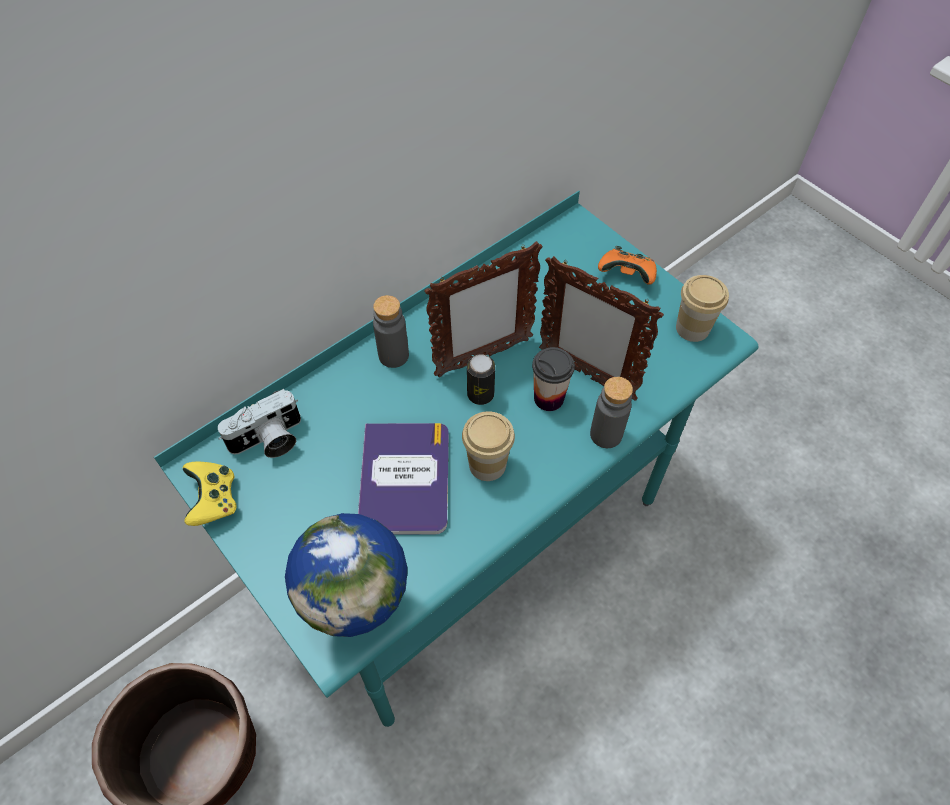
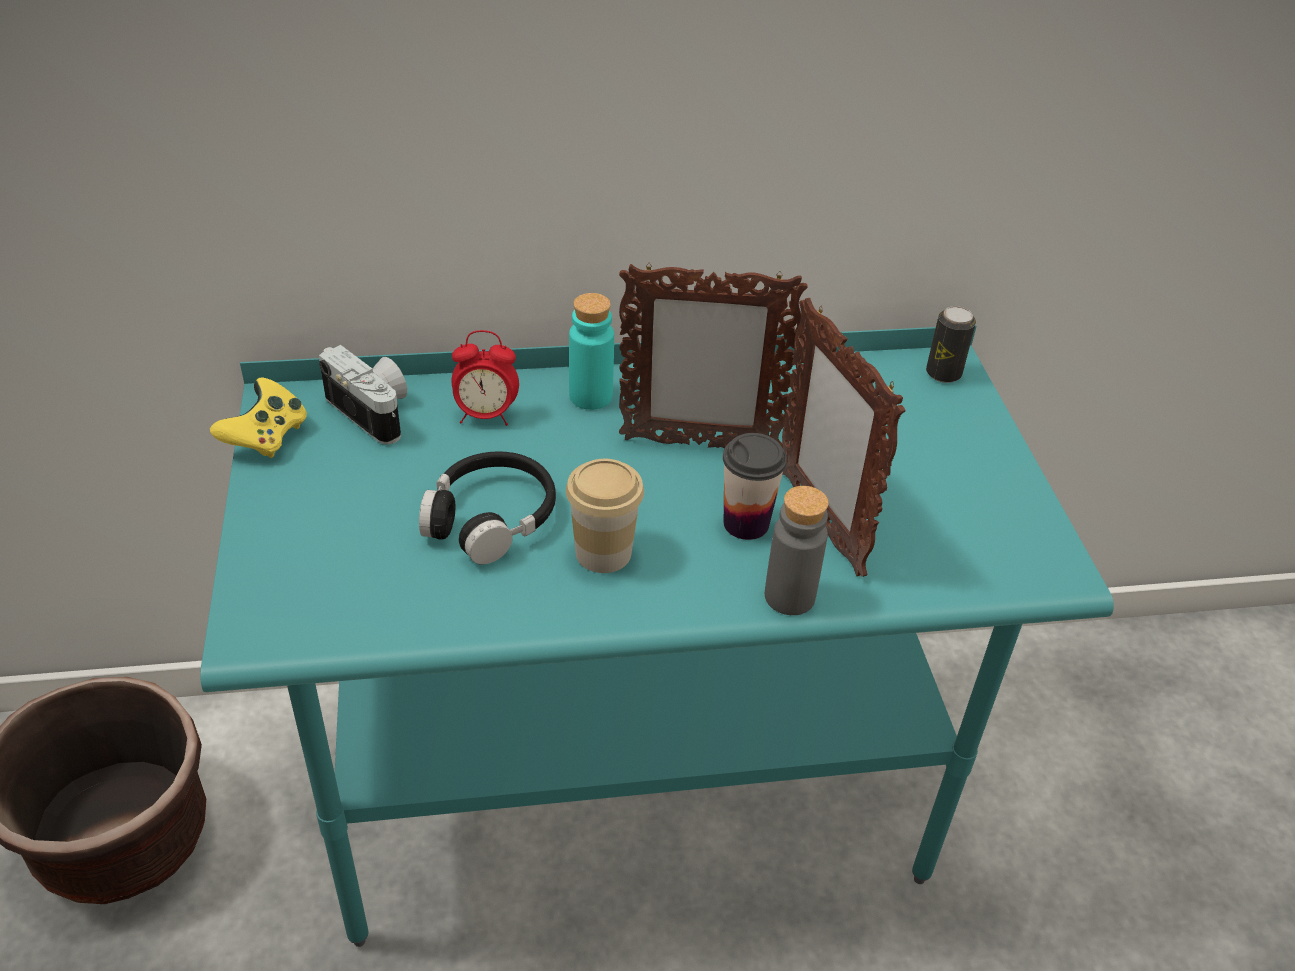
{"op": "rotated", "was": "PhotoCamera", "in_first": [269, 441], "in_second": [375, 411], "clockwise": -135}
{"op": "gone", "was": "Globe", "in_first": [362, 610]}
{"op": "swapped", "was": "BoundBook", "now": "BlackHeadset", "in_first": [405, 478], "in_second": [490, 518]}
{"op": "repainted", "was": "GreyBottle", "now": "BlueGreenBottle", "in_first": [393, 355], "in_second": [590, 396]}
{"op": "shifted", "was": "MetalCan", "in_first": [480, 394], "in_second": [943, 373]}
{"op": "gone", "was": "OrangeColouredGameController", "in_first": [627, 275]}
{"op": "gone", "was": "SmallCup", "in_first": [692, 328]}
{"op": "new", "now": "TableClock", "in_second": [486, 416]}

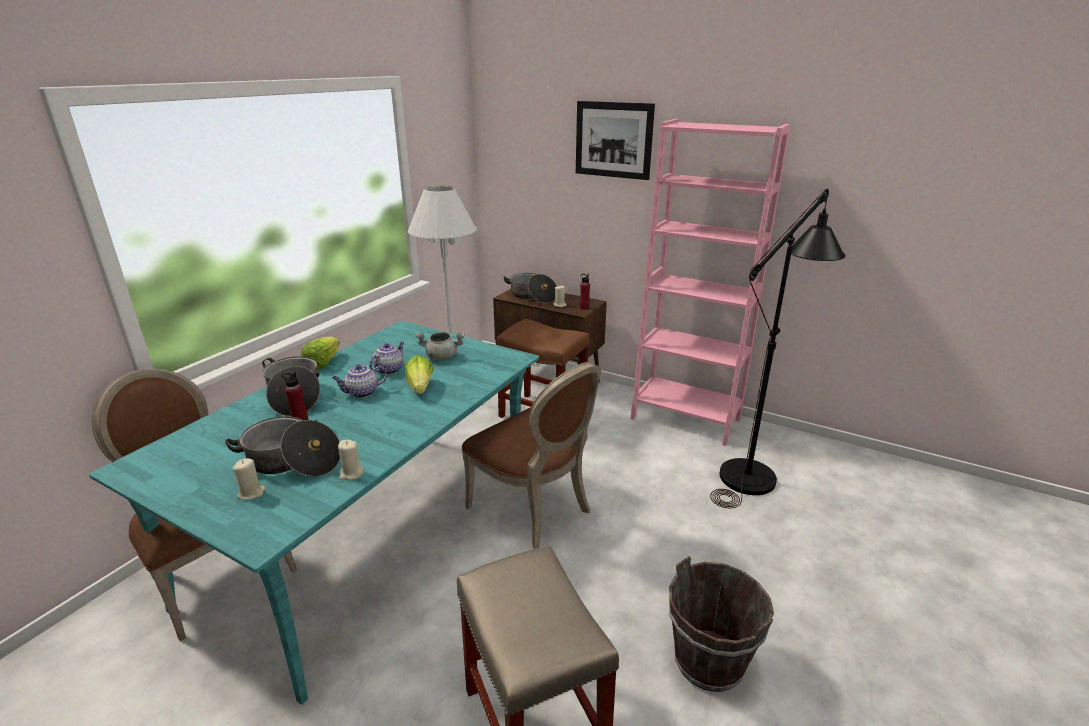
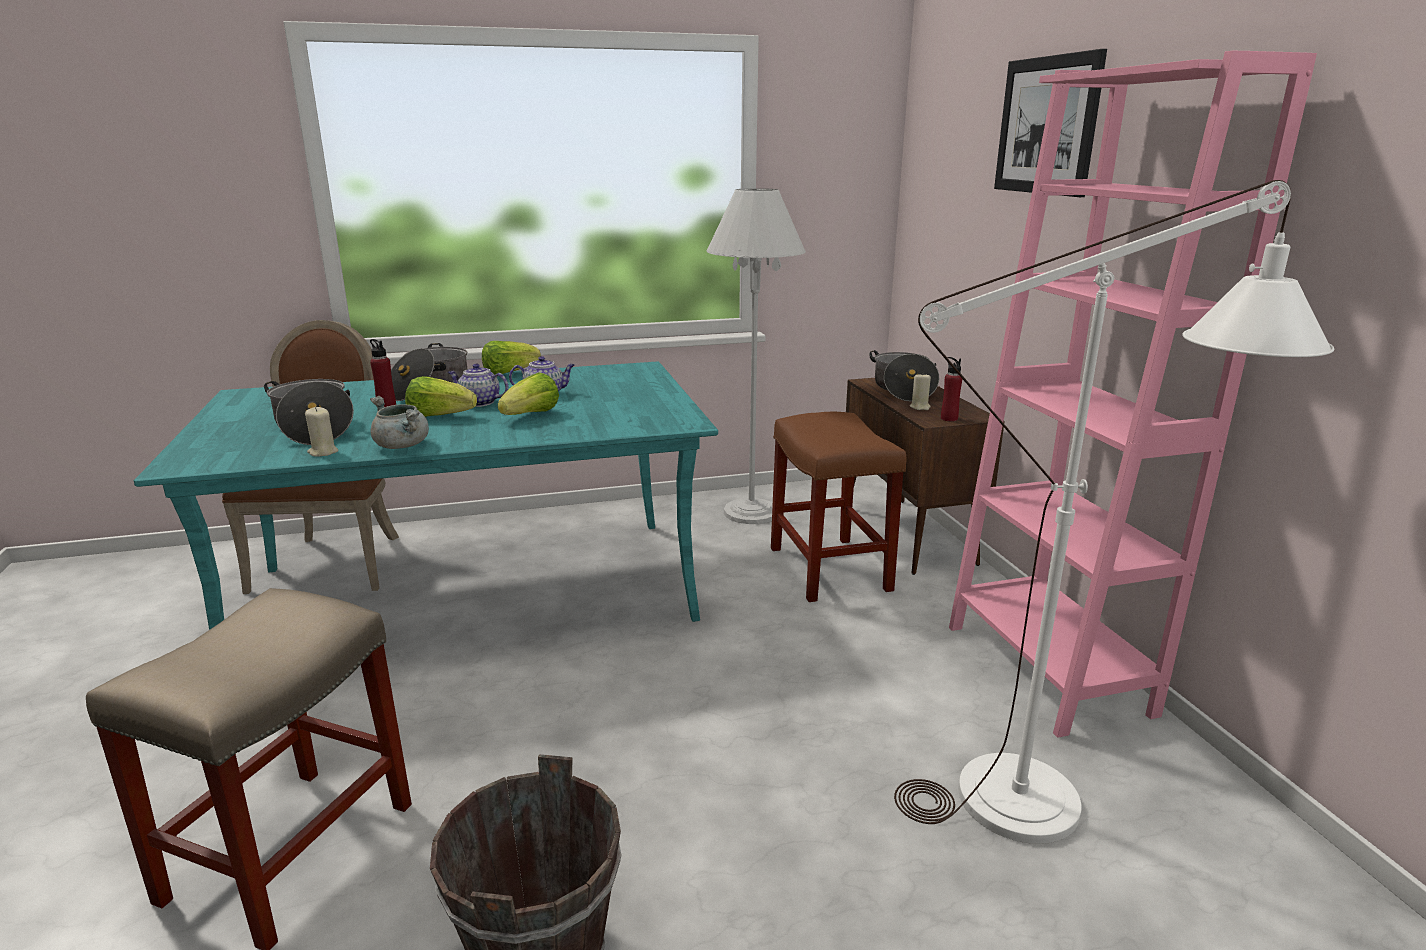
{"op": "gone", "was": "SandColouredWaxLight", "in_first": [251, 493]}
{"op": "shifted", "was": "GreyStockpot", "in_first": [442, 357], "in_second": [402, 446]}
{"op": "gone", "was": "BrownPlainChair", "in_first": [534, 509]}
{"op": "repainted", "was": "BlackFloorLamp", "now": "WhitishFloorLamp", "in_first": [755, 471], "in_second": [1052, 799]}
{"op": "new", "now": "LettuceHead", "in_second": [439, 416]}

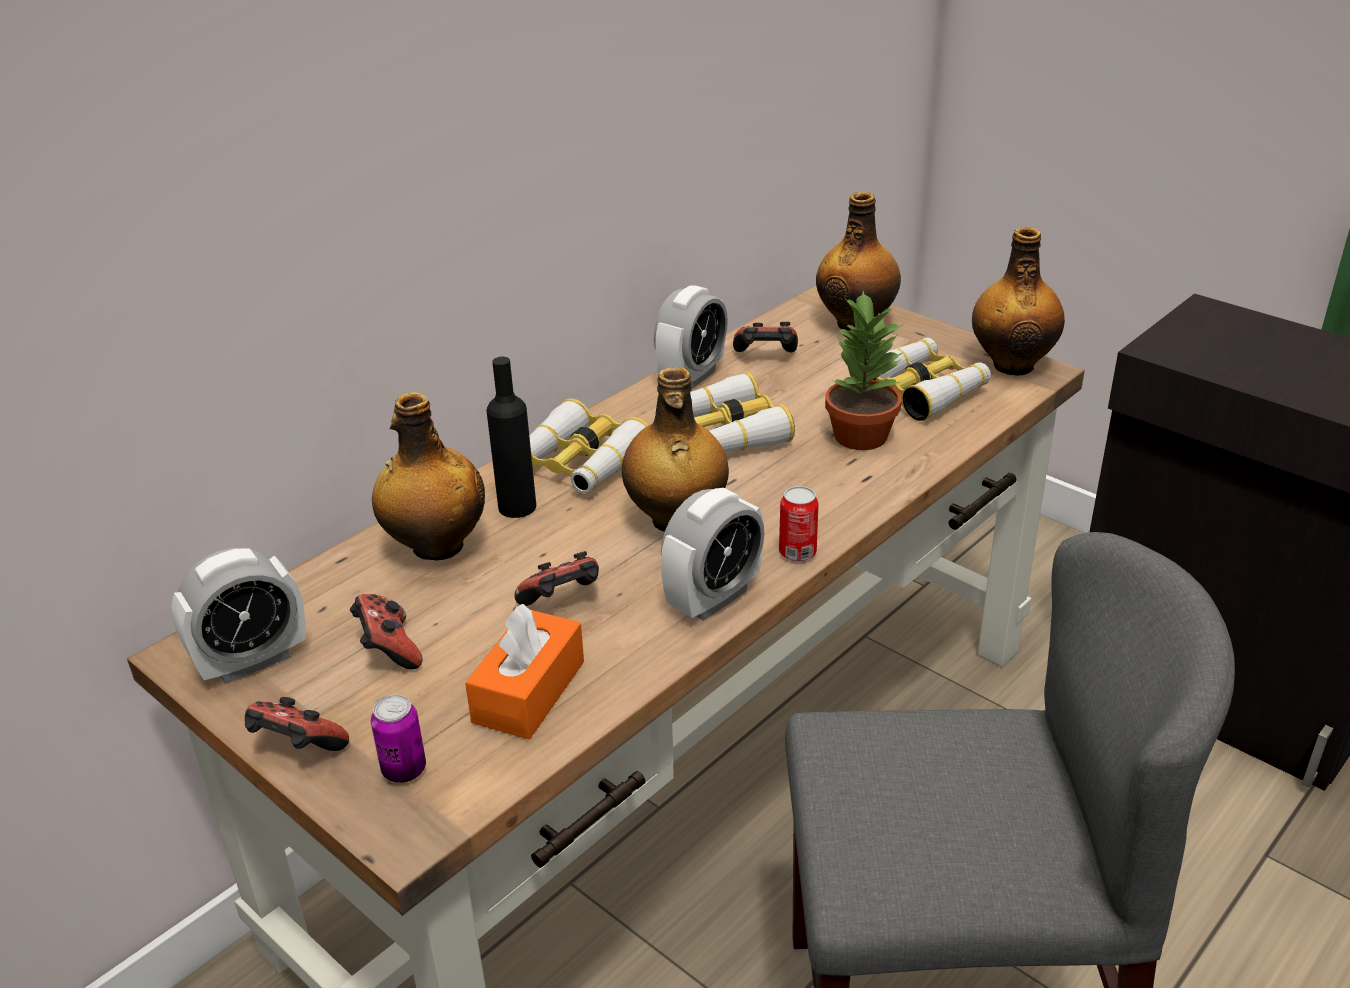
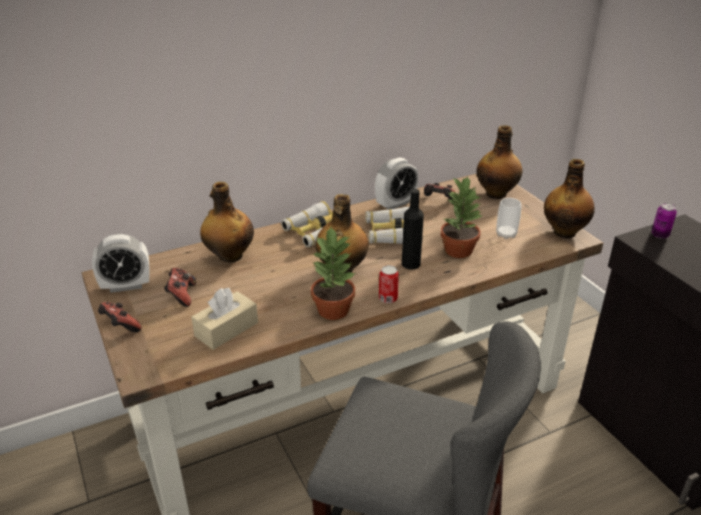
{"op": "shifted", "was": "MetalCan", "in_first": [404, 770], "in_second": [660, 235]}
{"op": "repainted", "was": "OrangeColouredBoxOfTissues", "now": "SandColouredBoxOfTissues", "in_first": [529, 692], "in_second": [226, 329]}
{"op": "shifted", "was": "BlackBottle", "in_first": [517, 507], "in_second": [411, 264]}
{"op": "gone", "was": "GameController", "in_first": [563, 602]}
{"op": "swapped", "was": "TableClock", "now": "PlantInAPot", "in_first": [713, 598], "in_second": [334, 310]}
{"op": "swapped", "was": "PairOfBinoculars", "now": "SmallCup", "in_first": [921, 390], "in_second": [506, 234]}

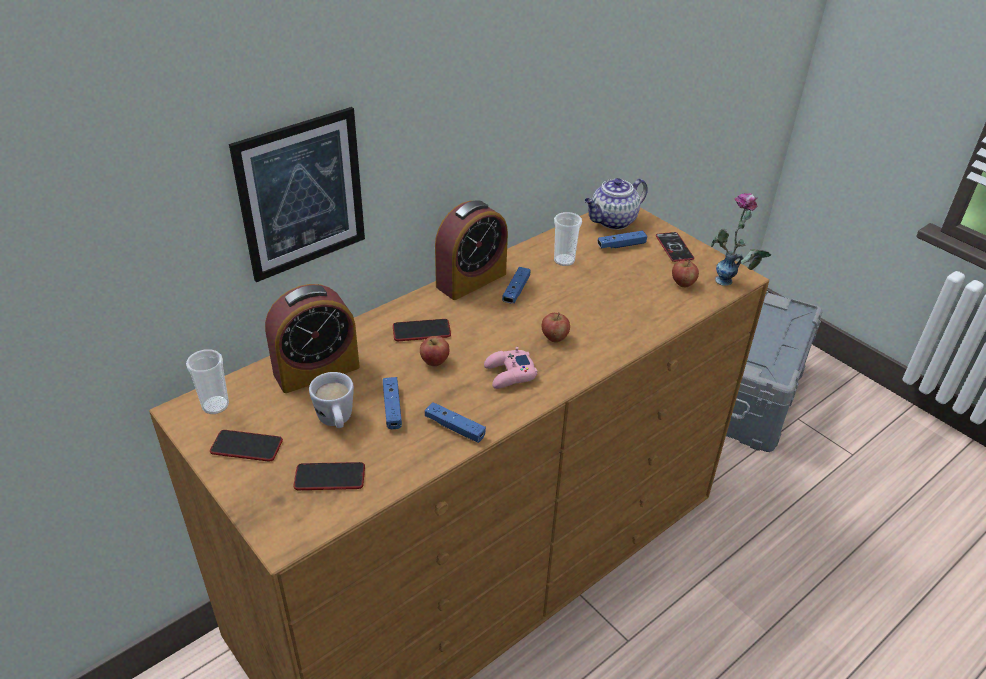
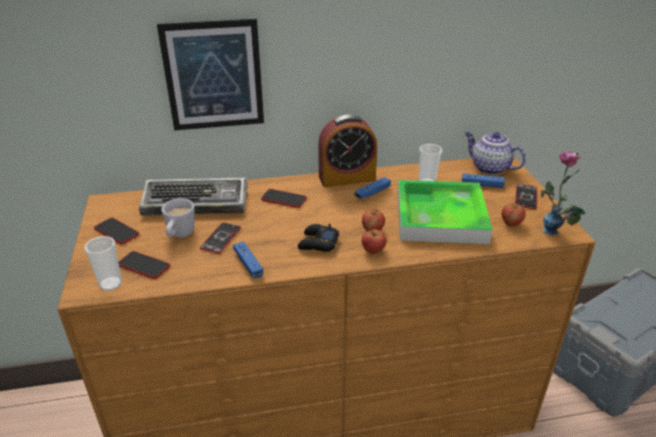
{"op": "shifted", "was": "SmallCup", "in_first": [215, 405], "in_second": [110, 284]}
{"op": "swapped", "was": "TableClock", "now": "PcKeyboard", "in_first": [316, 370], "in_second": [197, 202]}
{"op": "swapped", "was": "BlueColouredGameController", "now": "Handset", "in_first": [392, 407], "in_second": [221, 238]}
{"op": "shifted", "was": "AppleFruit", "in_first": [435, 362], "in_second": [373, 251]}
{"op": "repainted", "was": "PinkishGameController", "now": "BlackGameController", "in_first": [509, 374], "in_second": [318, 243]}
{"op": "rotated", "was": "PotForTea", "in_first": [612, 221], "in_second": [489, 168], "clockwise": 45}
{"op": "new", "now": "CarryingTray", "in_second": [440, 217]}

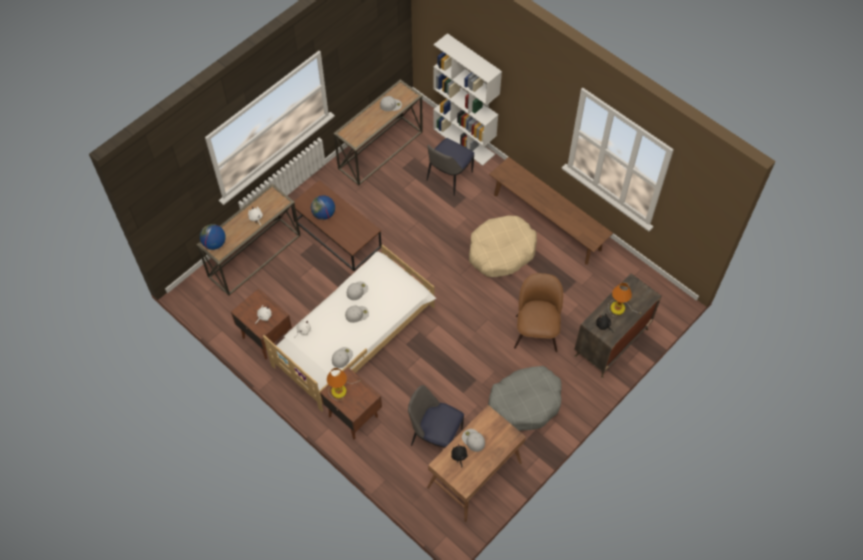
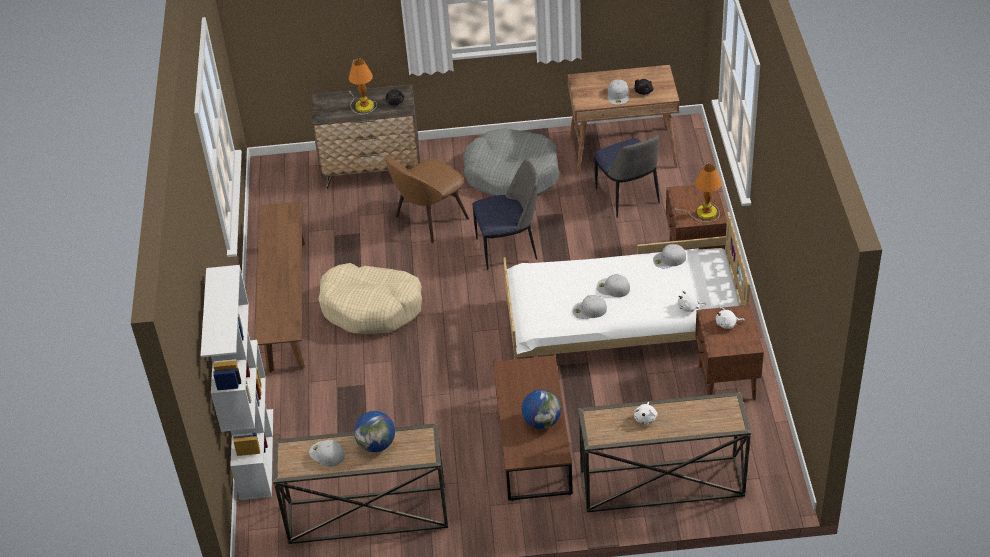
{"op": "shifted", "was": "Globe", "in_first": [214, 243], "in_second": [377, 444]}
{"op": "shifted", "was": "PlainChair", "in_first": [448, 178], "in_second": [508, 248]}

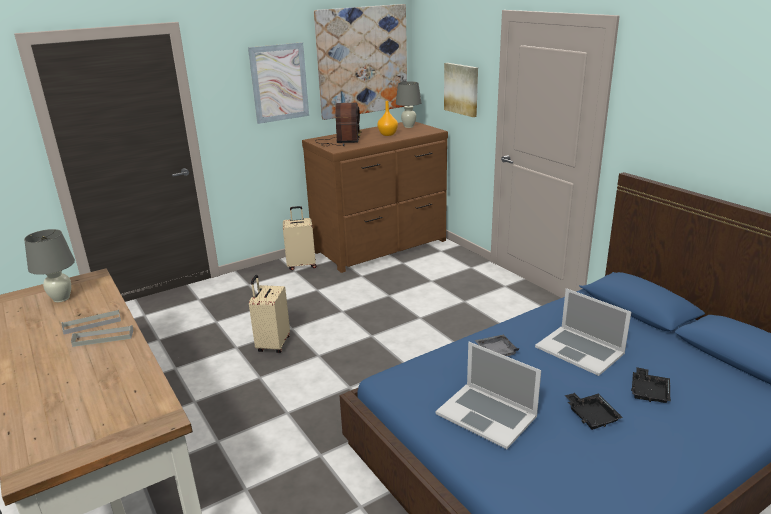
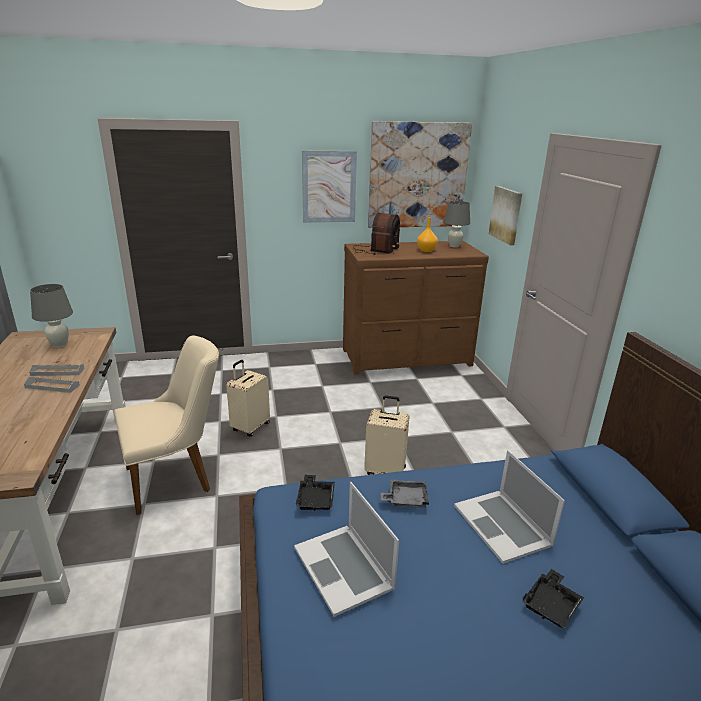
{"op": "shifted", "was": "SandColouredSuitcase", "in_first": [302, 265], "in_second": [385, 470]}
{"op": "shifted", "was": "BlackCarryingTray", "in_first": [591, 416], "in_second": [315, 499]}
{"op": "new", "now": "SandColouredPlainChair", "in_second": [177, 478]}

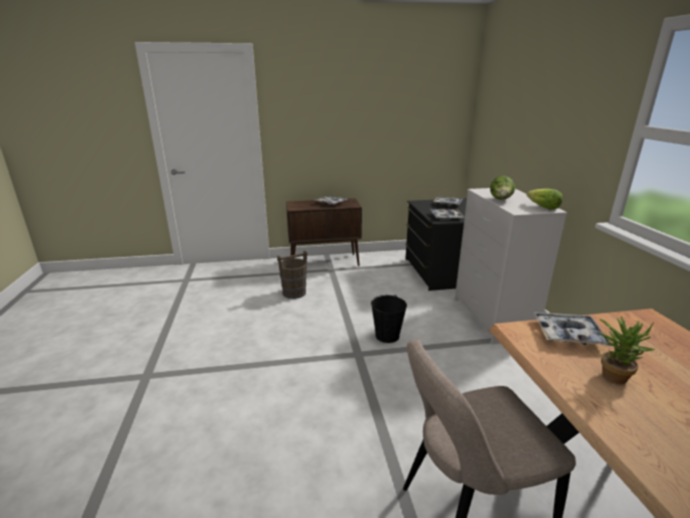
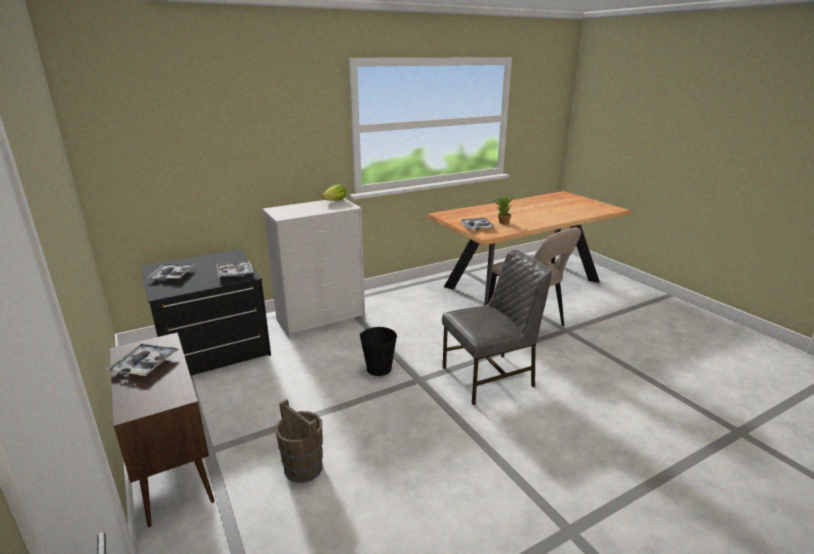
{"op": "gone", "was": "LettuceHead", "in_first": [501, 200]}
{"op": "new", "now": "GreyPlainChair", "in_second": [490, 377]}

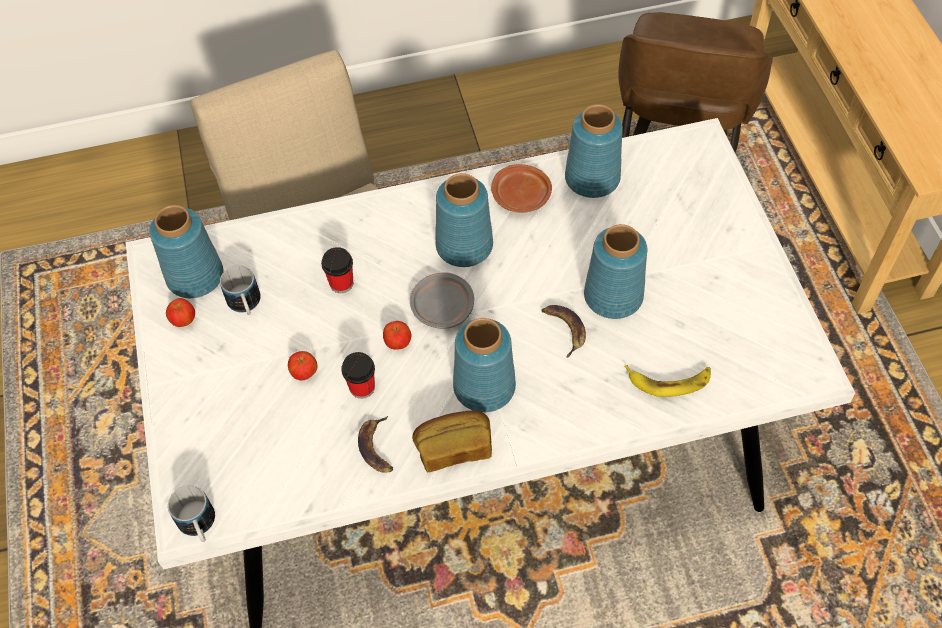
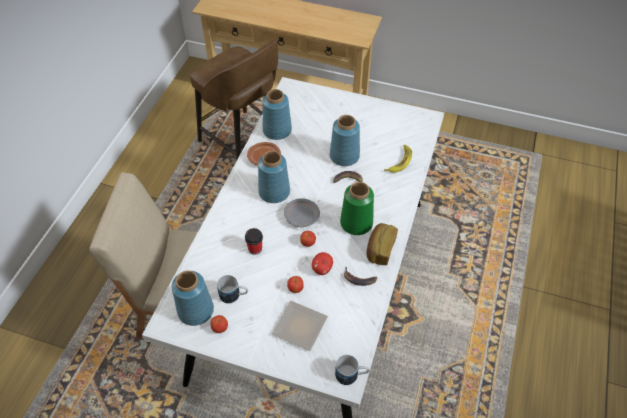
{"op": "swapped", "was": "SmallCup", "now": "AppleFruit", "in_first": [362, 387], "in_second": [322, 269]}
{"op": "repainted", "was": "BlueColouredVase", "now": "GreenVase", "in_first": [485, 386], "in_second": [356, 222]}
{"op": "new", "now": "FlatDish", "in_second": [300, 328]}

